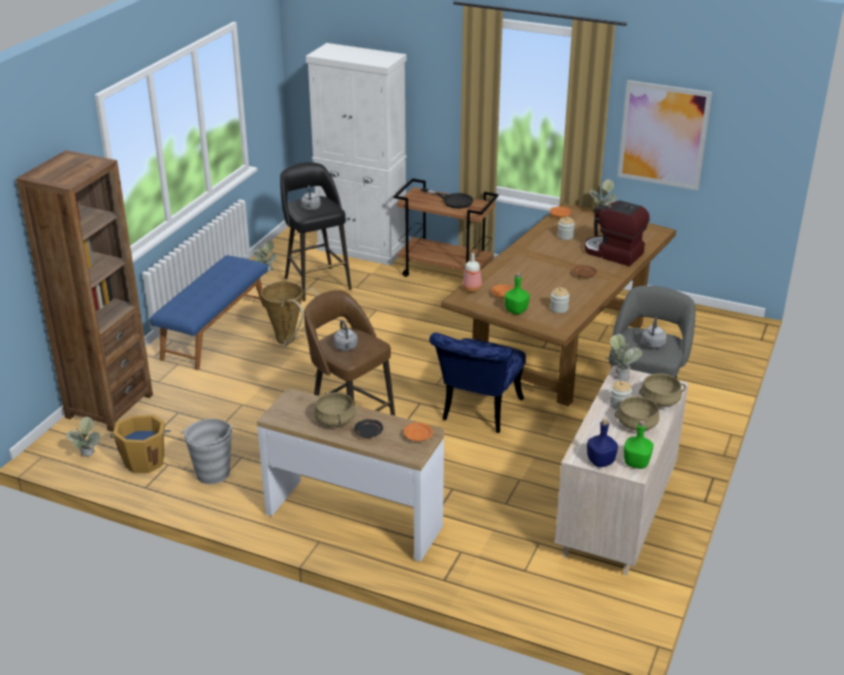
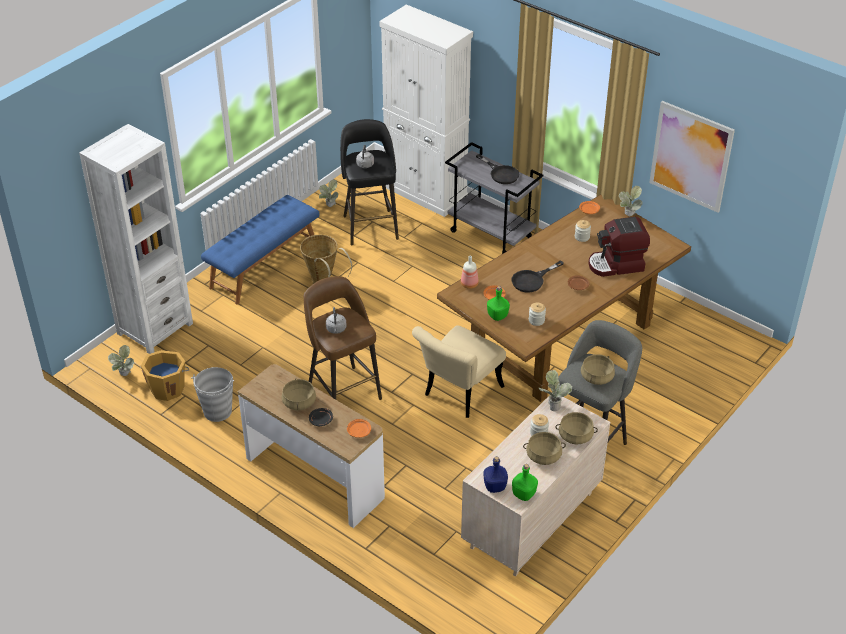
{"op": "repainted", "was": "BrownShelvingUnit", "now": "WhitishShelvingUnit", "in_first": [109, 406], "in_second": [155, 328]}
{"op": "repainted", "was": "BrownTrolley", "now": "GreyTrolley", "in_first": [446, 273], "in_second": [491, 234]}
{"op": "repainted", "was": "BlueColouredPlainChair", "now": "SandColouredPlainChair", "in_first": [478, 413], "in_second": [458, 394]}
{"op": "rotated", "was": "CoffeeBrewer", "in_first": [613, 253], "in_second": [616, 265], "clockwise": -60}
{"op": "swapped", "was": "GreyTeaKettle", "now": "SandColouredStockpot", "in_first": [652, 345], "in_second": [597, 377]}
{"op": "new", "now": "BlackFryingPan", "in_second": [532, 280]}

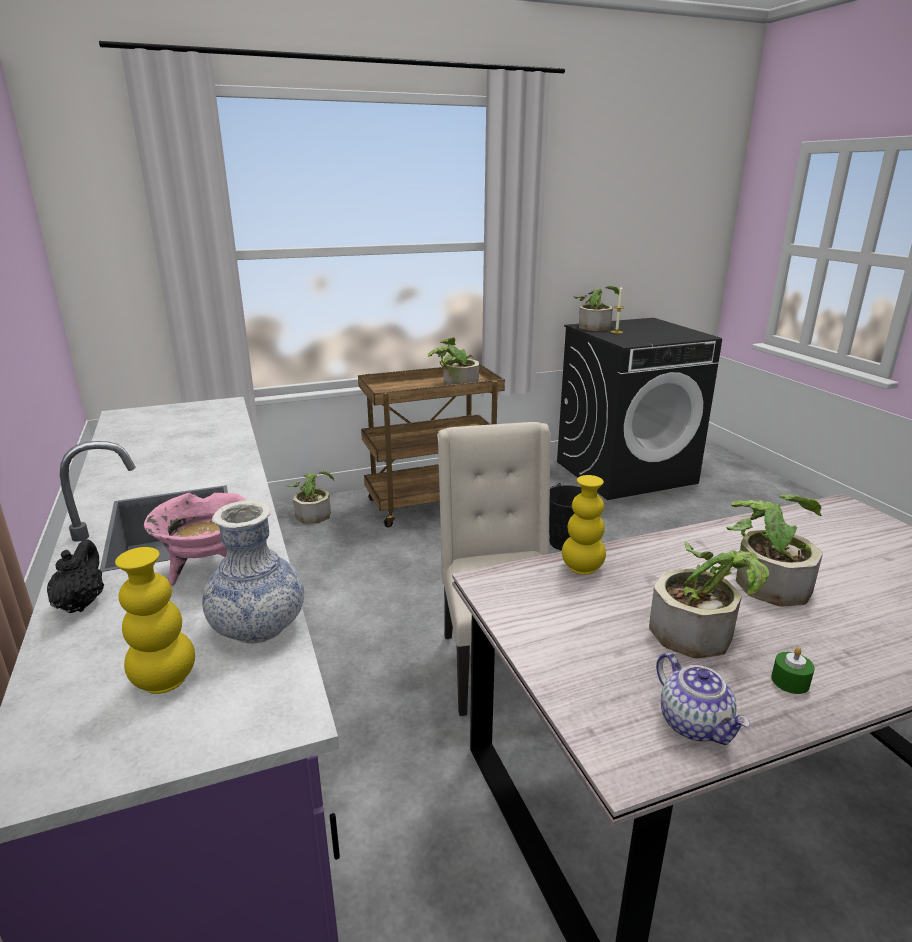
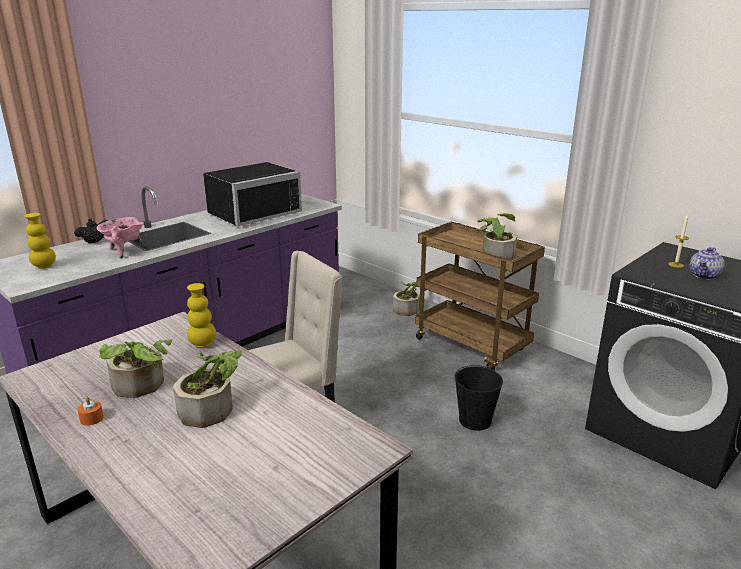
{"op": "gone", "was": "Vase", "in_first": [258, 627]}
{"op": "gone", "was": "PlantInAPot", "in_first": [594, 326]}
{"op": "shifted", "was": "PotForTea", "in_first": [695, 724], "in_second": [704, 276]}
{"op": "repainted", "was": "GreenWaxLight", "now": "OrangeColouredWaxLight", "in_first": [790, 681], "in_second": [92, 418]}
{"op": "new", "now": "BlackMicrowave", "in_second": [252, 213]}

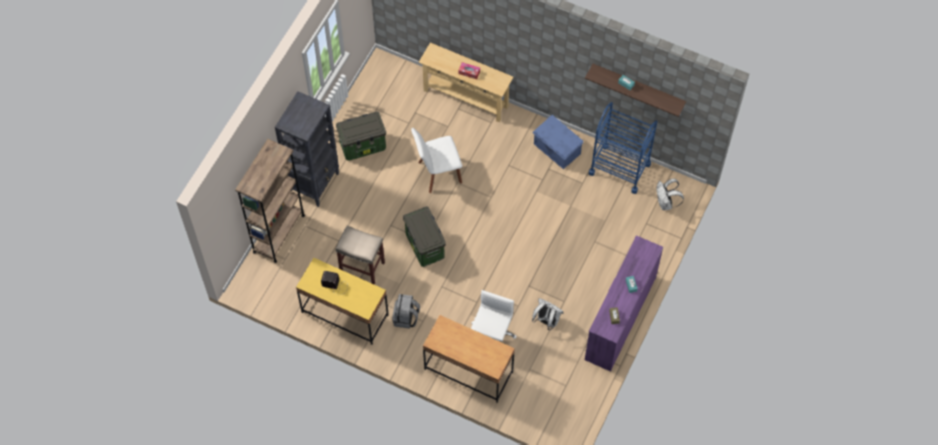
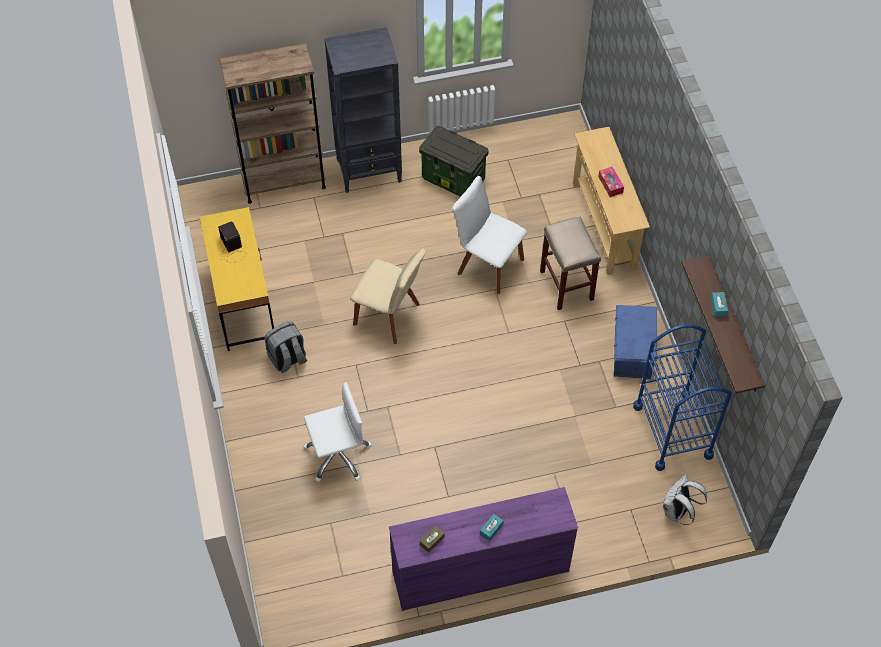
{"op": "shifted", "was": "SandColouredStool", "in_first": [363, 268], "in_second": [567, 286]}
{"op": "swapped", "was": "StorageBin", "now": "SandColouredPlainChair", "in_first": [425, 246], "in_second": [389, 316]}
{"op": "gone", "was": "BrownDesk", "in_first": [468, 370]}
{"op": "gone", "was": "WhitishRucksack", "in_first": [546, 321]}

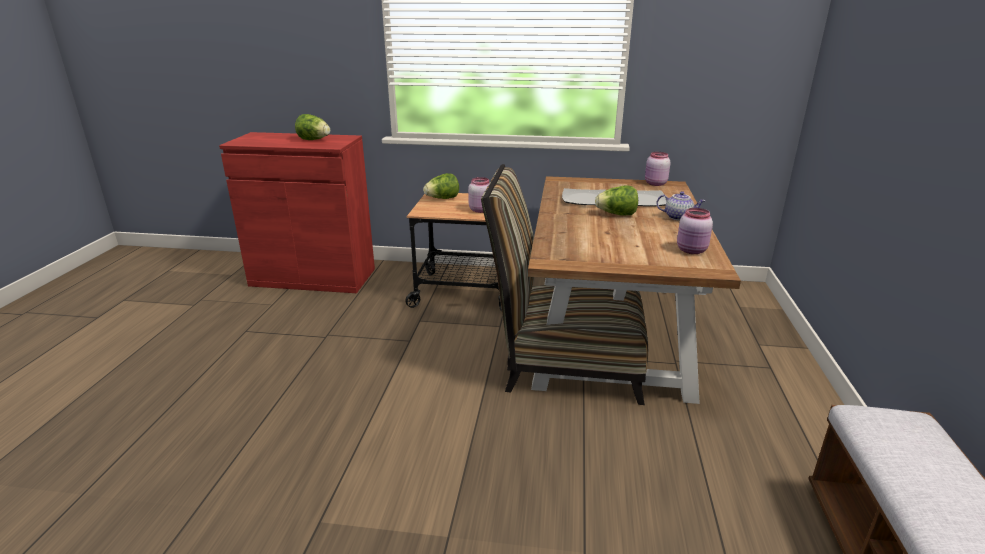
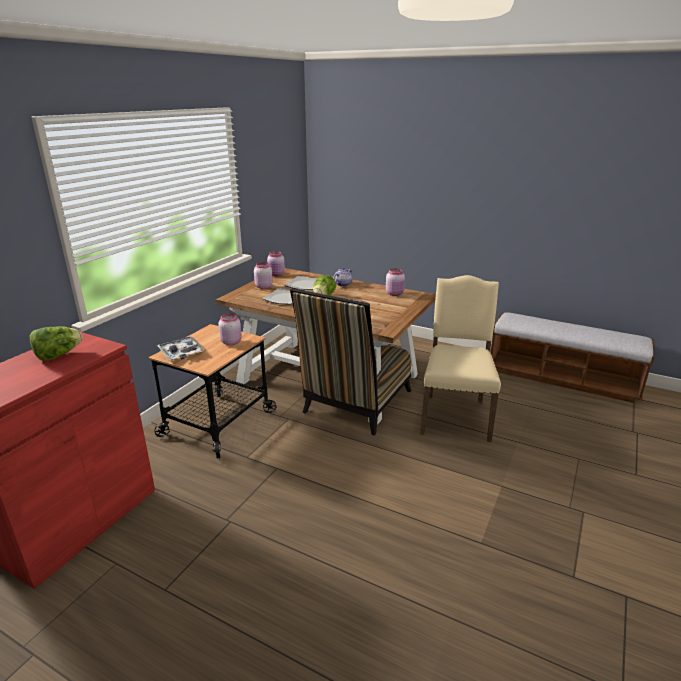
{"op": "swapped", "was": "LettuceHead", "now": "CarryingTray", "in_first": [442, 199], "in_second": [181, 353]}
{"op": "new", "now": "PinkishPreserveJar", "in_second": [263, 287]}
{"op": "new", "now": "SandColouredPlainChair", "in_second": [455, 415]}

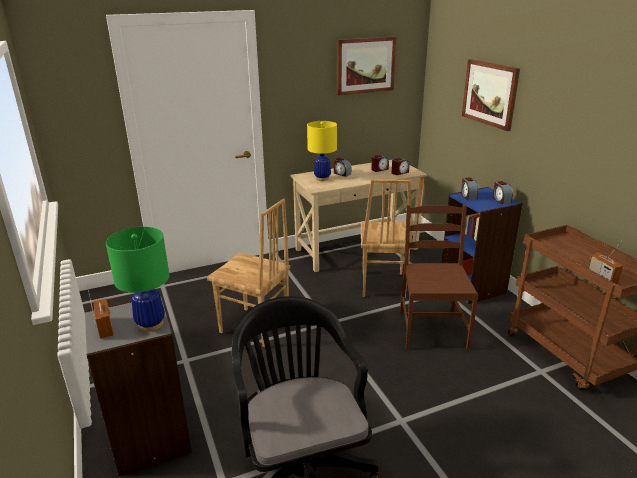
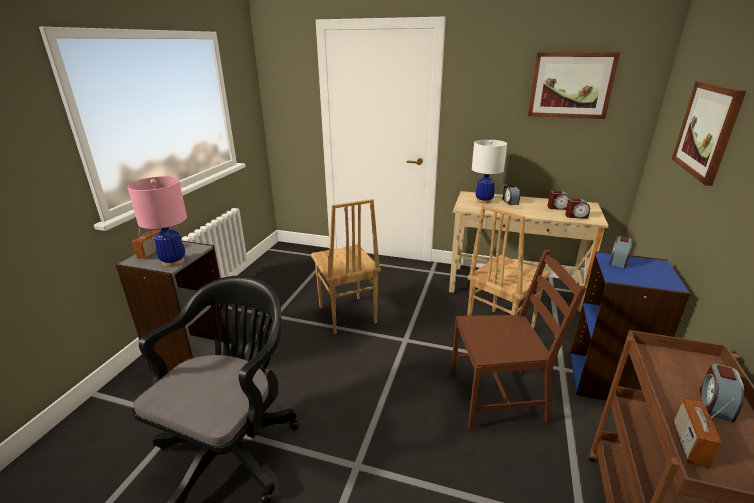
{"op": "repainted", "was": "GreenLampForATable", "now": "PinkishLampForATable", "in_first": [150, 324], "in_second": [173, 261]}
{"op": "repainted", "was": "YellowColouredLampForATable", "now": "WhitishLampForATable", "in_first": [322, 178], "in_second": [484, 201]}
{"op": "rotated", "was": "BrownPlainChair", "in_first": [431, 328], "in_second": [498, 397], "clockwise": 45}
{"op": "shifted", "was": "TableClock", "in_first": [501, 200], "in_second": [715, 404]}

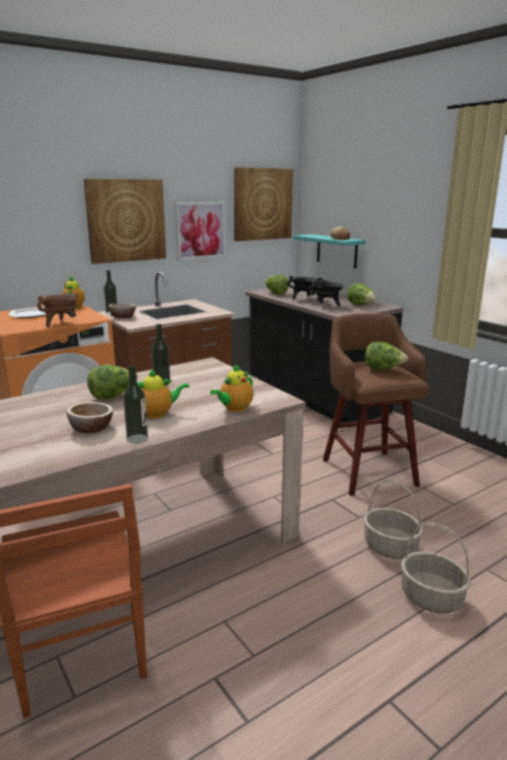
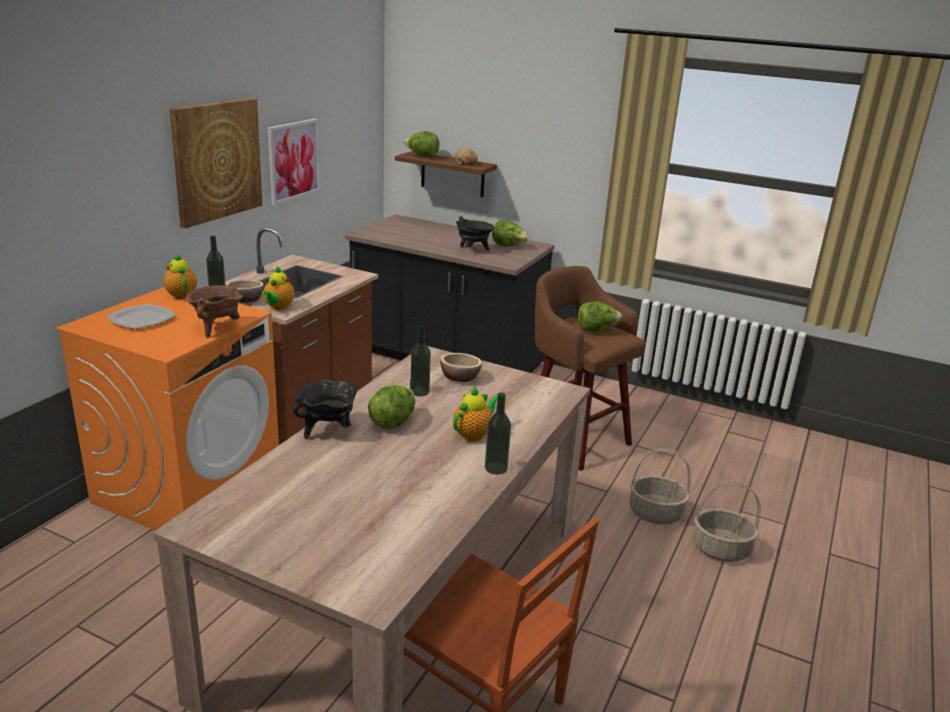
{"op": "shifted", "was": "ServingBowl", "in_first": [91, 428], "in_second": [460, 377]}
{"op": "shifted", "was": "PotForTea", "in_first": [234, 409], "in_second": [278, 307]}
{"op": "gone", "was": "WallPicture", "in_first": [262, 204]}
{"op": "shifted", "was": "LettuceHead", "in_first": [276, 293], "in_second": [422, 156]}
{"op": "shifted", "was": "BlackStockpot", "in_first": [305, 299], "in_second": [327, 430]}
{"op": "repainted", "was": "BlueGreenShelf", "now": "BrownShelf", "in_first": [336, 251], "in_second": [452, 174]}

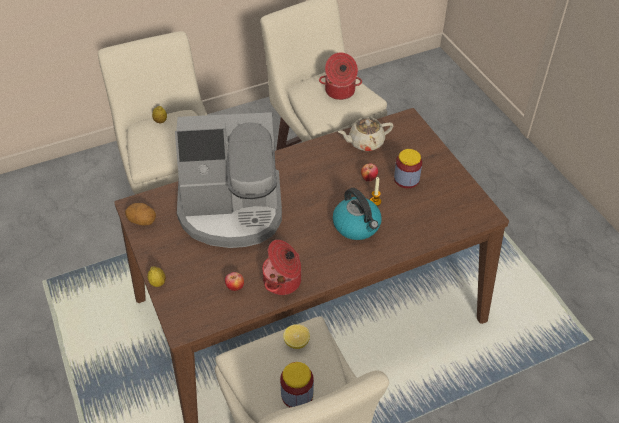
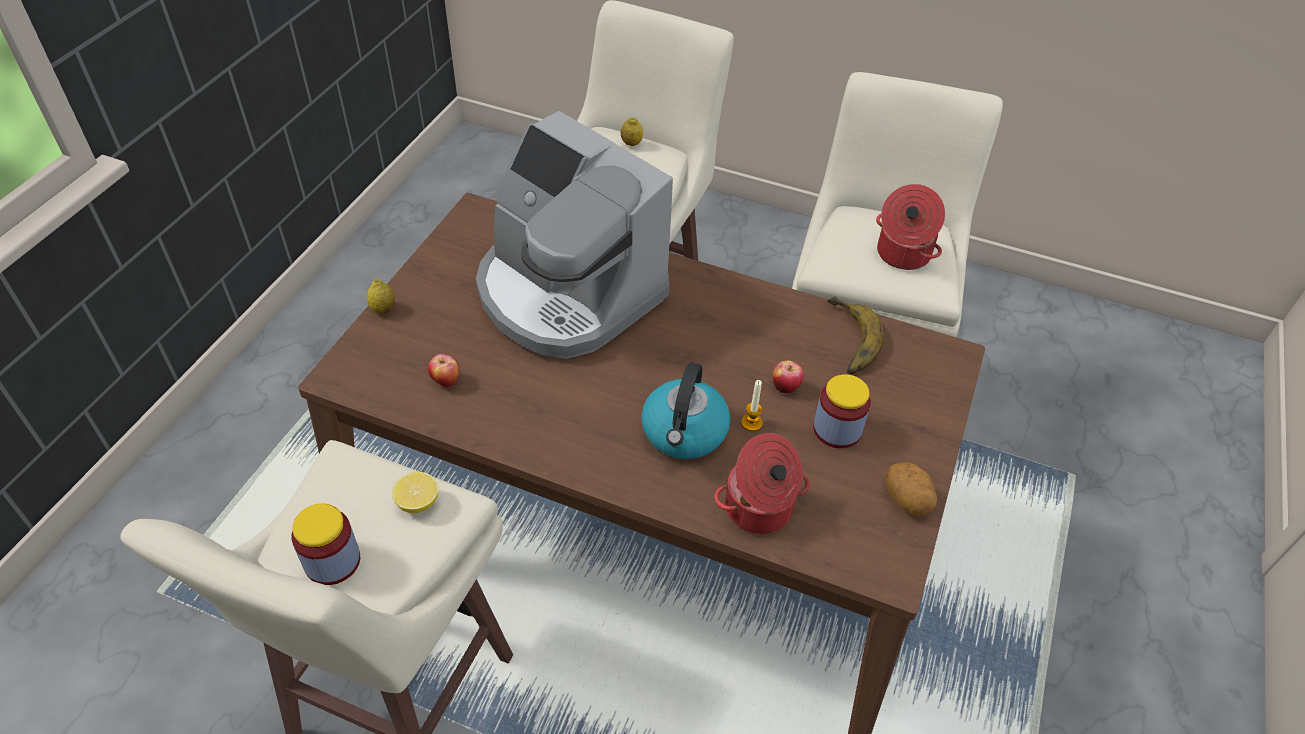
{"op": "shifted", "was": "Spud", "in_first": [142, 221], "in_second": [907, 500]}
{"op": "shifted", "was": "Stockpot", "in_first": [283, 281], "in_second": [759, 509]}
{"op": "swapped", "was": "SandColouredPotForTea", "now": "BananaFruit", "in_first": [365, 142], "in_second": [845, 340]}

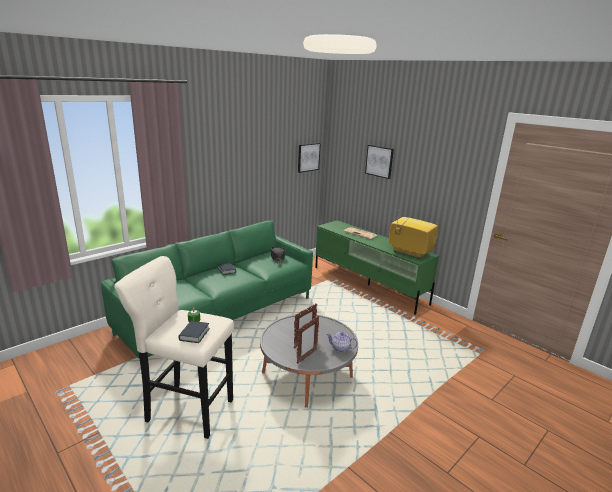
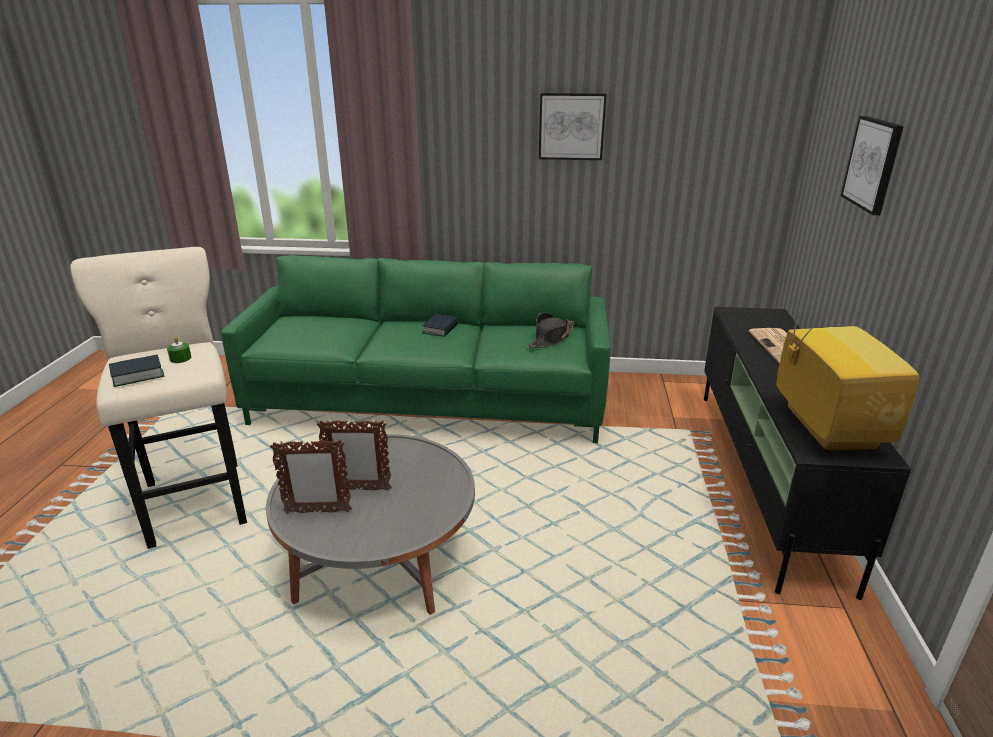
{"op": "shifted", "was": "WallPicture", "in_first": [308, 157], "in_second": [571, 126]}
{"op": "repainted", "was": "GreenMediaConsole", "now": "BlackMediaConsole", "in_first": [369, 285], "in_second": [765, 479]}
{"op": "gone", "was": "PotForTea", "in_first": [340, 348]}

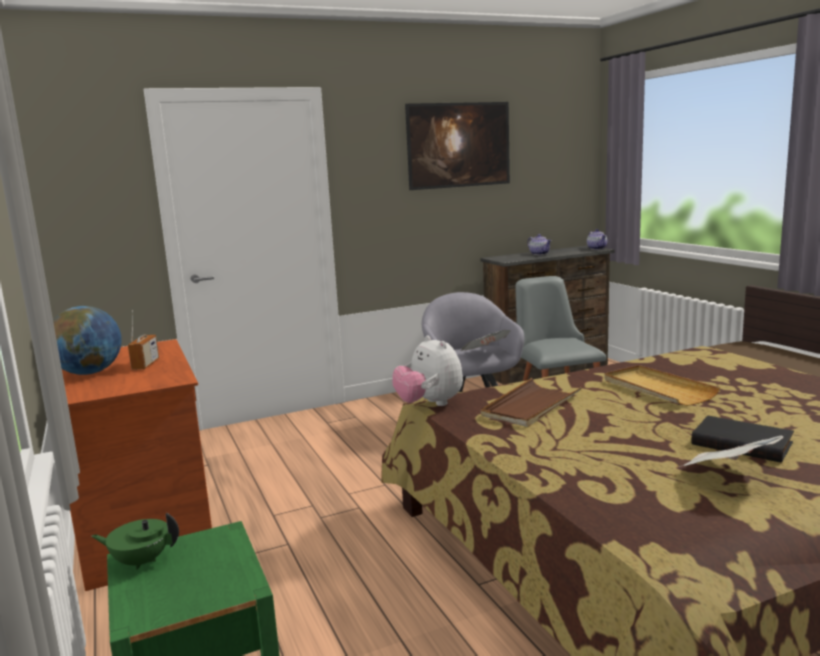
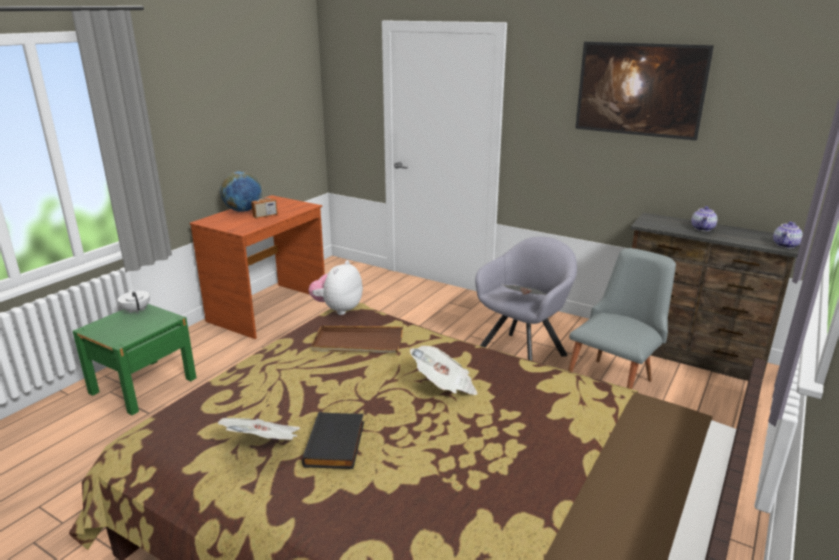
{"op": "repainted", "was": "GreenPotForTea", "now": "WhitishPotForTea", "in_first": [141, 561], "in_second": [136, 310]}
{"op": "swapped", "was": "SandColouredCarryingTray", "now": "PrintedPaper", "in_first": [657, 389], "in_second": [444, 386]}

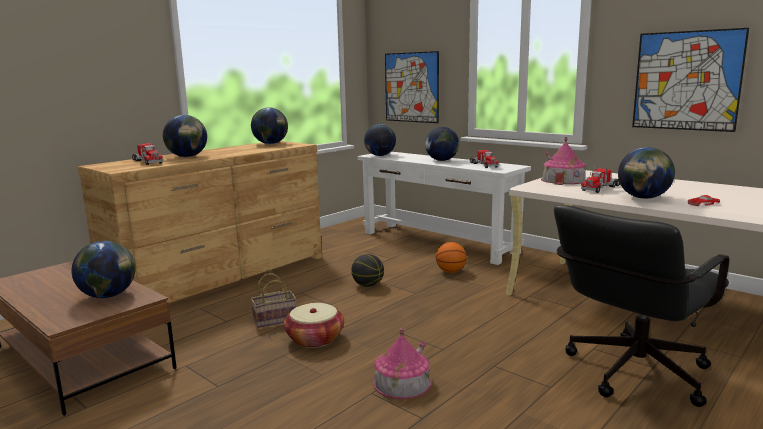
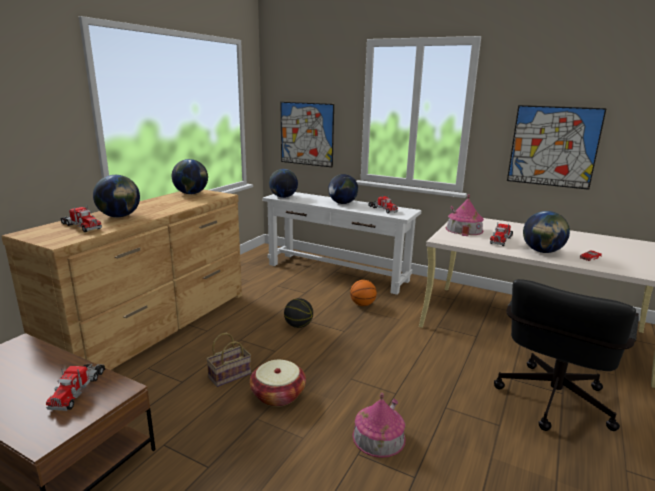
{"op": "swapped", "was": "Globe", "now": "ToyLorry", "in_first": [108, 295], "in_second": [78, 390]}

